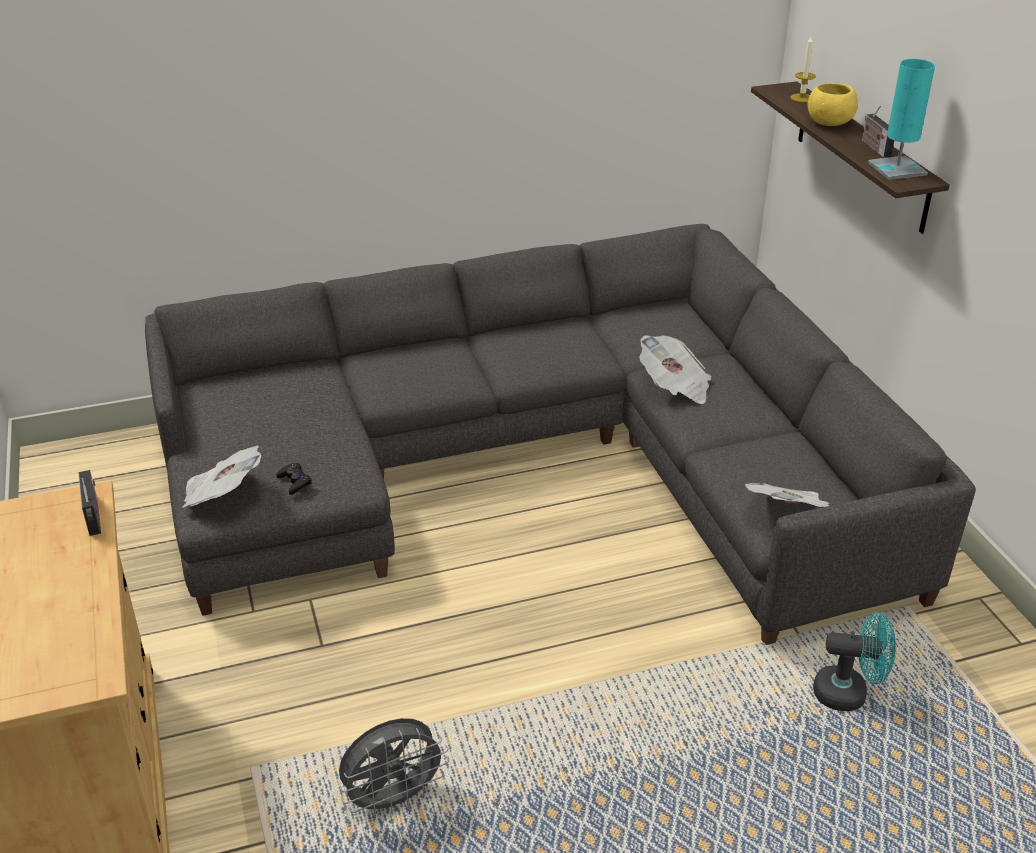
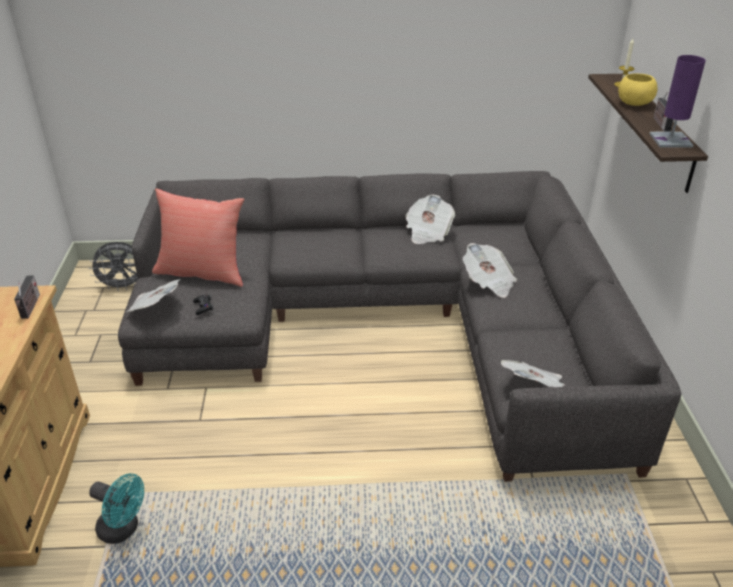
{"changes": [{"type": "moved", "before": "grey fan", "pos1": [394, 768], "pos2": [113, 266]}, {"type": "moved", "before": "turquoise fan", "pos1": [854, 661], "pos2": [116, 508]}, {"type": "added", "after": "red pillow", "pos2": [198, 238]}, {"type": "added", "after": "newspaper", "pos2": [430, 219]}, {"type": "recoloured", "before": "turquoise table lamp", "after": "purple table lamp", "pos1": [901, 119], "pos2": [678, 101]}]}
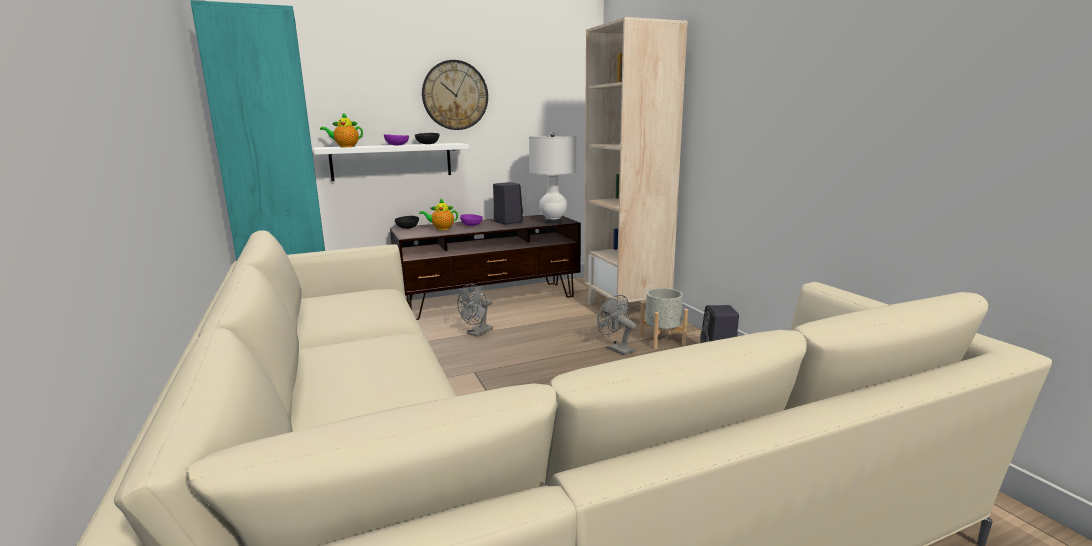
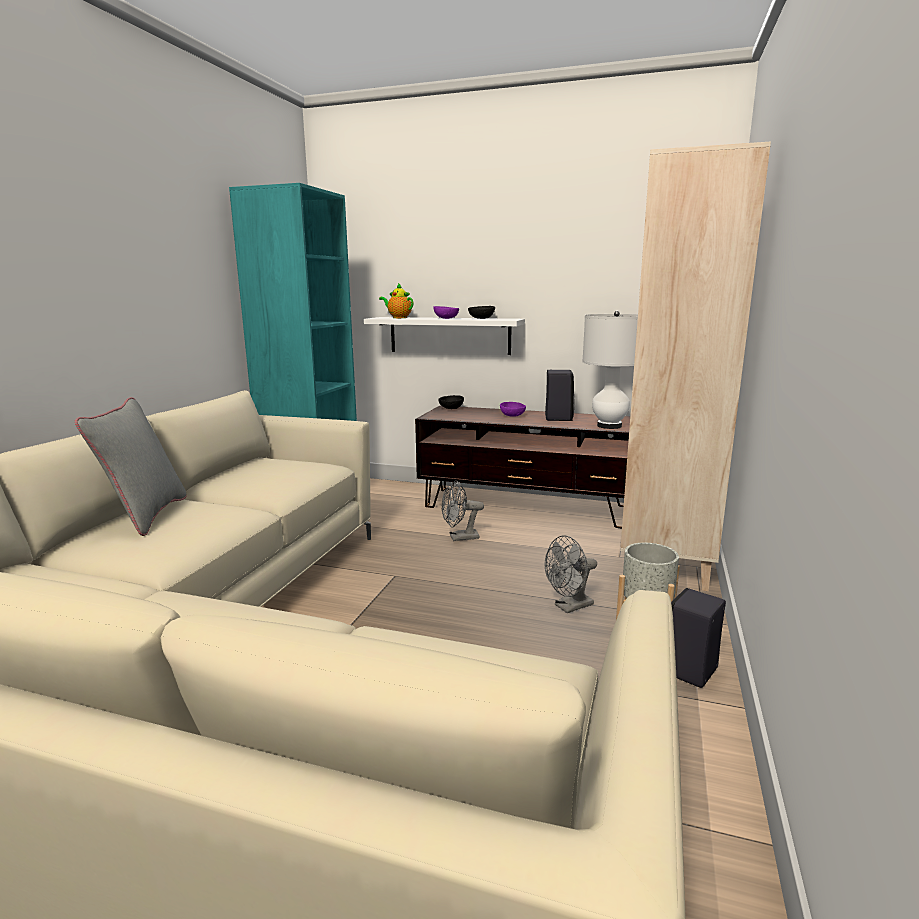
{"changes": [{"type": "added", "after": "grey pillow", "pos2": [131, 466]}, {"type": "turned", "before": "grey fan", "pos1": [616, 325], "pos2": [570, 574], "turn": -120}, {"type": "removed", "before": "teapot", "pos1": [438, 214]}, {"type": "removed", "before": "wall clock", "pos1": [455, 95]}]}
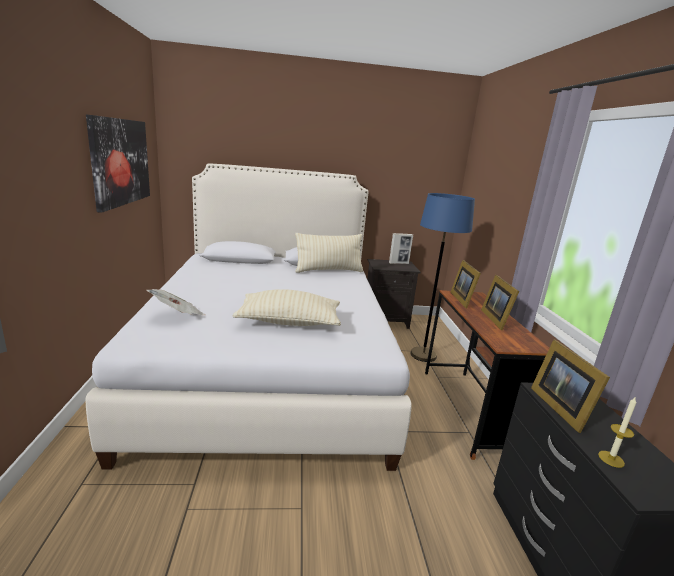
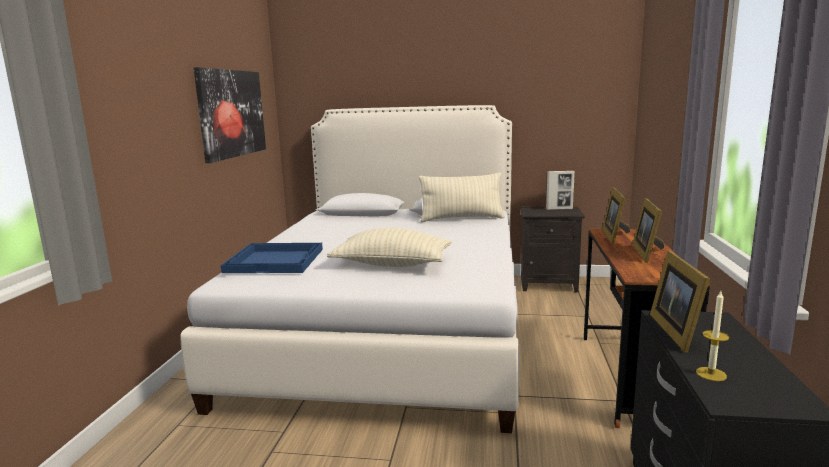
{"changes": [{"type": "replaced", "before": "newspaper", "after": "blue tray", "pos1": [176, 302], "pos2": [272, 258]}, {"type": "removed", "before": "blue floor lamp", "pos1": [443, 277]}]}
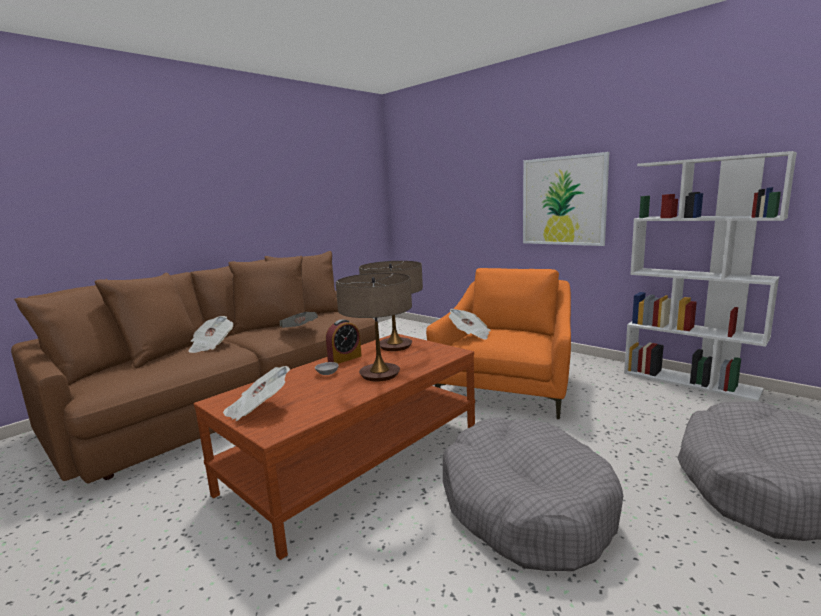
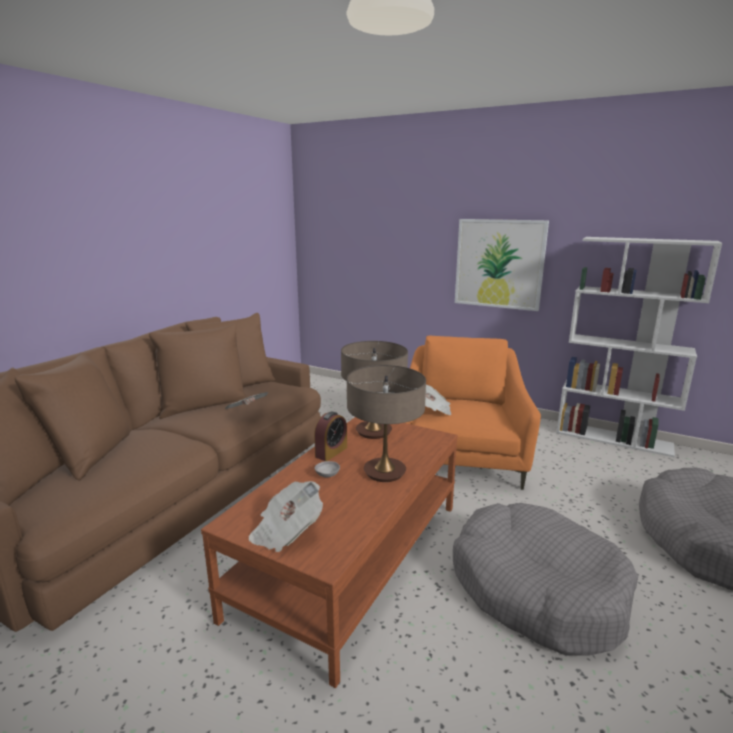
{"changes": [{"type": "removed", "before": "newspaper", "pos1": [210, 334]}]}
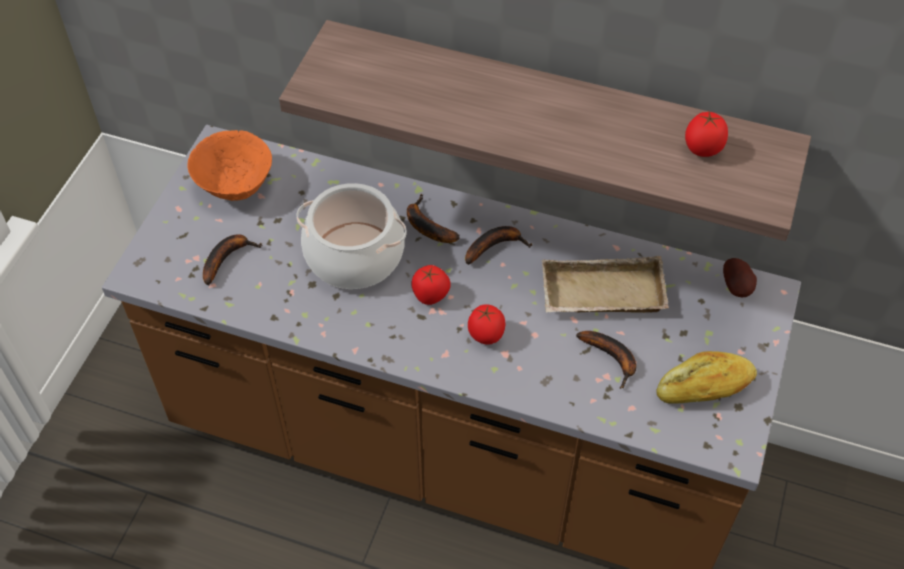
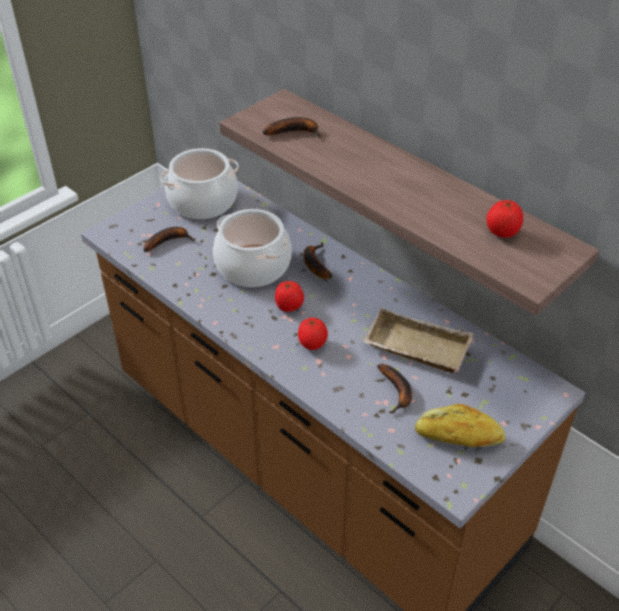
{"changes": [{"type": "replaced", "before": "orange bowl", "after": "cooking pot", "pos1": [229, 165], "pos2": [199, 183]}, {"type": "moved", "before": "banana", "pos1": [498, 245], "pos2": [292, 128]}, {"type": "removed", "before": "potato", "pos1": [740, 277]}]}
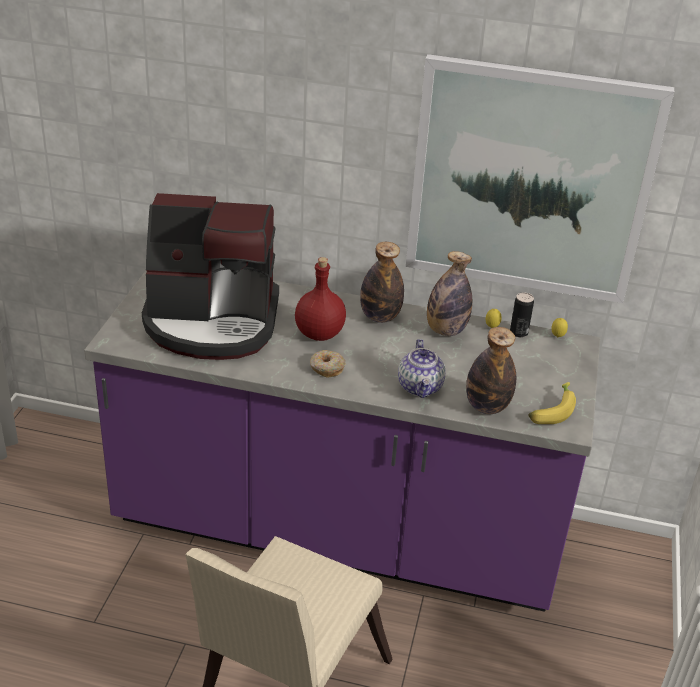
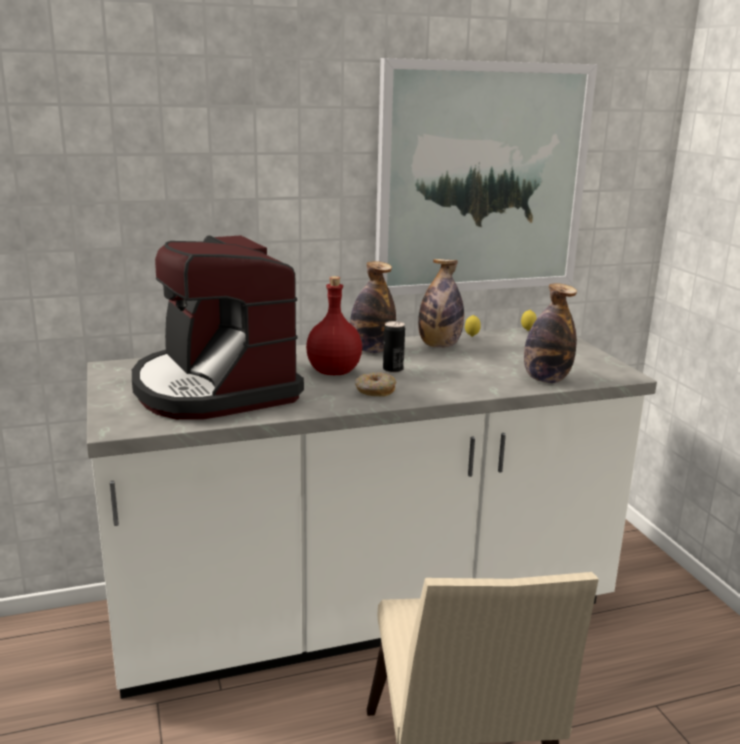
{"changes": [{"type": "recoloured", "before": "purple counter", "after": "white counter", "pos1": [342, 441], "pos2": [372, 513]}, {"type": "turned", "before": "coffee machine", "pos1": [210, 276], "pos2": [218, 327], "turn": 90}, {"type": "moved", "before": "can", "pos1": [522, 314], "pos2": [394, 347]}, {"type": "removed", "before": "teapot", "pos1": [421, 368]}, {"type": "removed", "before": "banana", "pos1": [552, 403]}]}
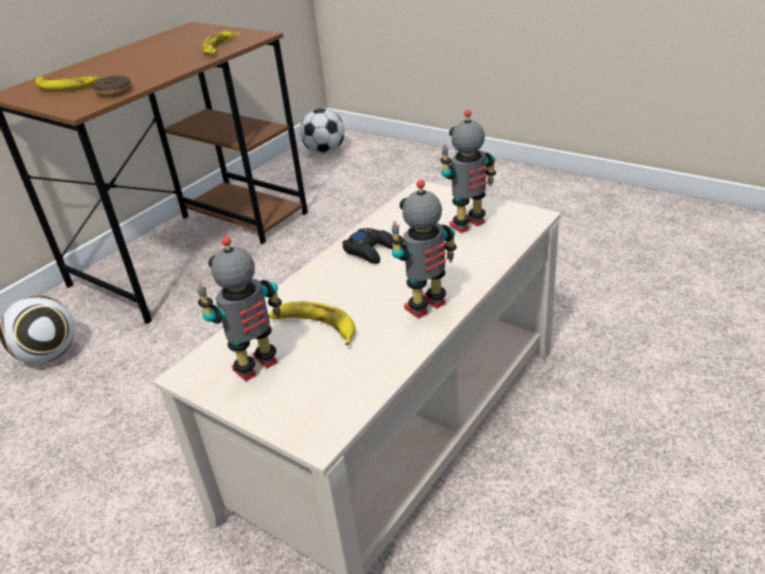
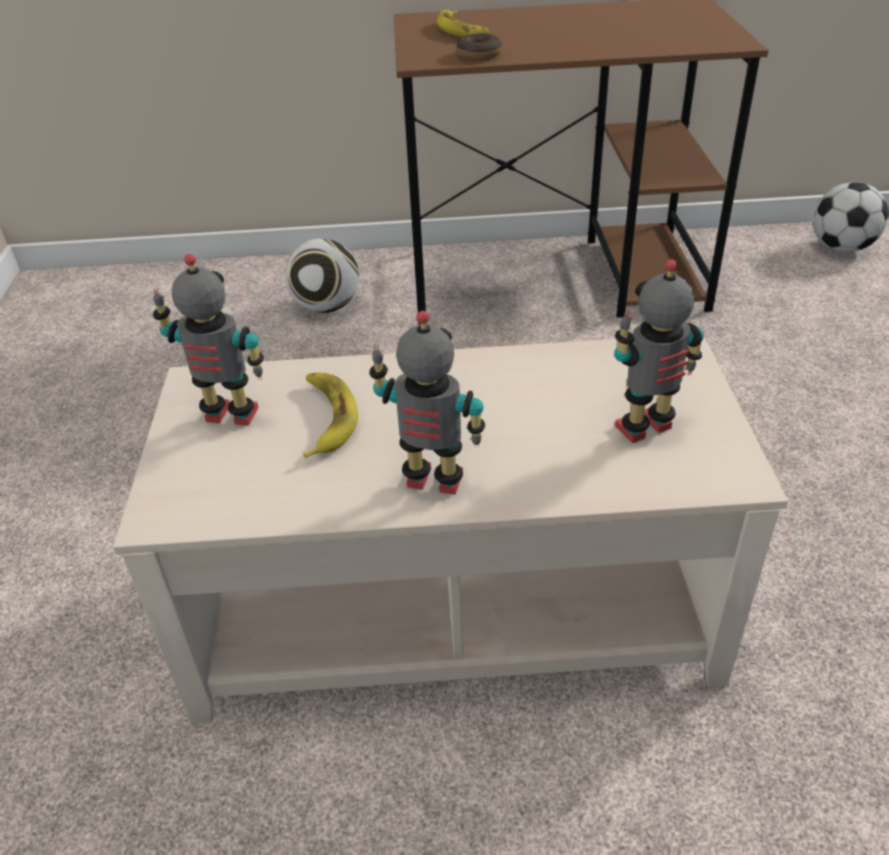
{"changes": [{"type": "turned", "before": "toy robot", "pos1": [468, 171], "pos2": [659, 351], "turn": -45}, {"type": "removed", "before": "banana", "pos1": [221, 43]}, {"type": "removed", "before": "black game controller", "pos1": [367, 246]}]}
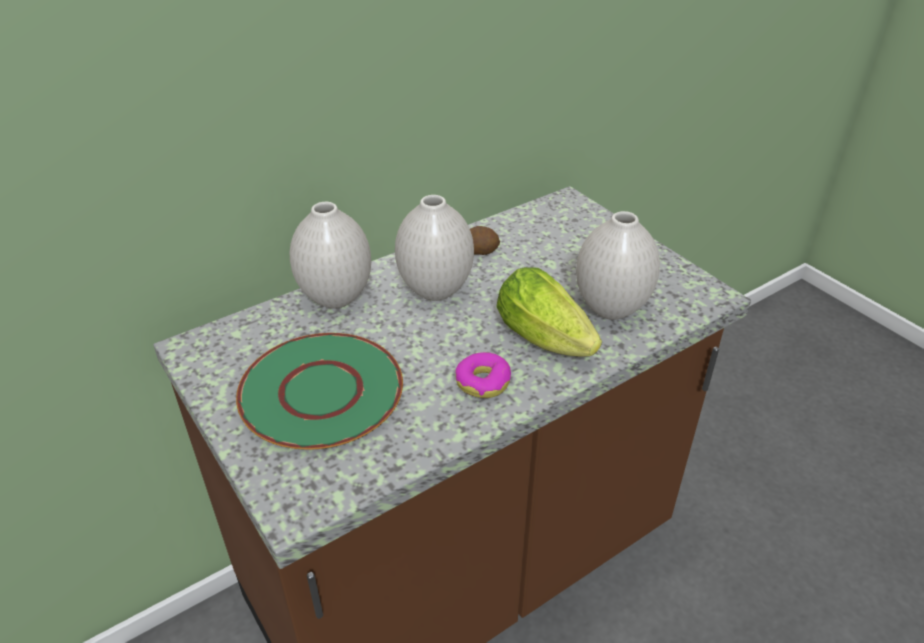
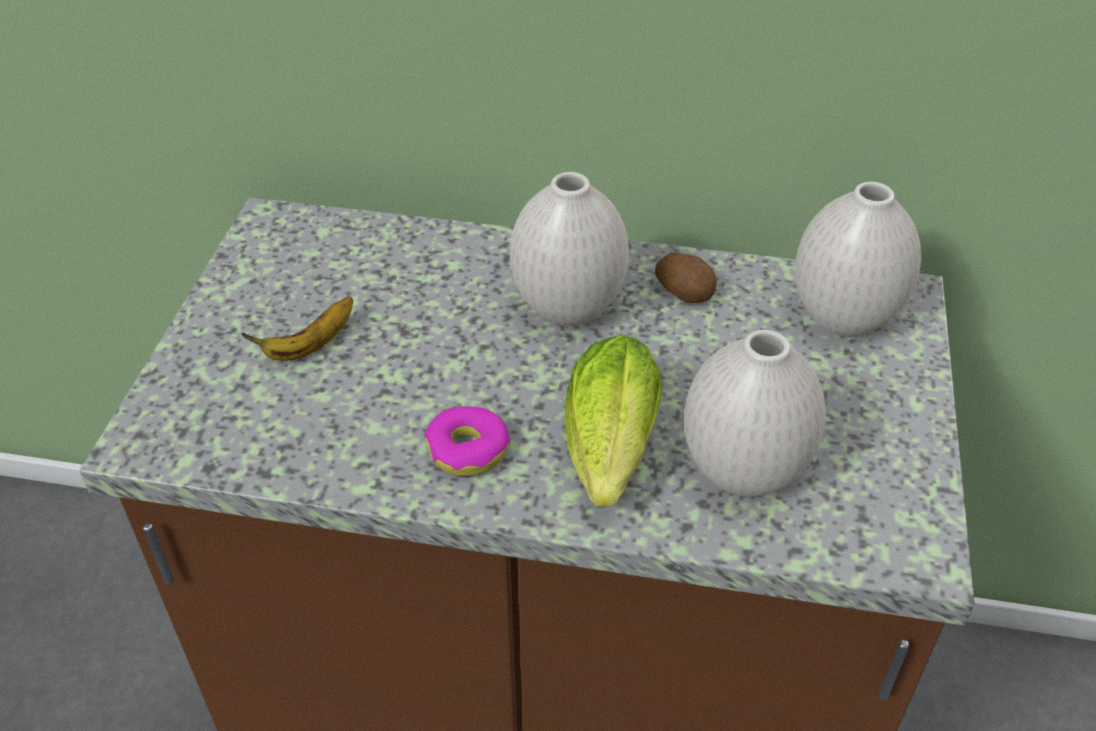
{"changes": [{"type": "replaced", "before": "green plate", "after": "banana", "pos1": [319, 391], "pos2": [297, 329]}, {"type": "moved", "before": "white vase", "pos1": [330, 255], "pos2": [858, 259]}]}
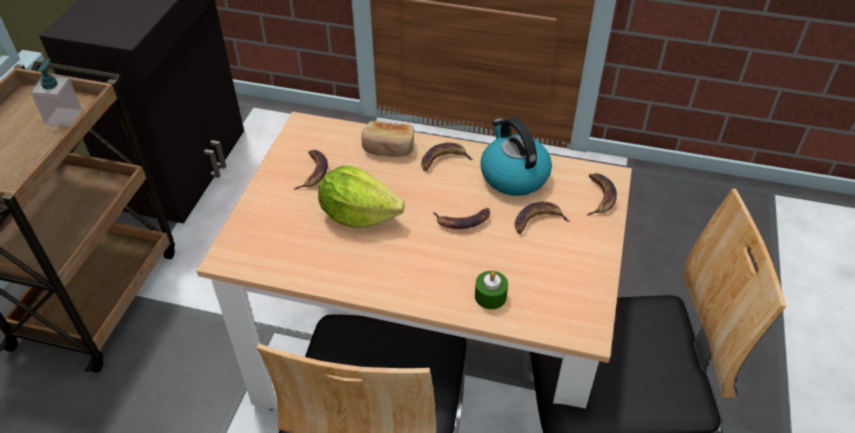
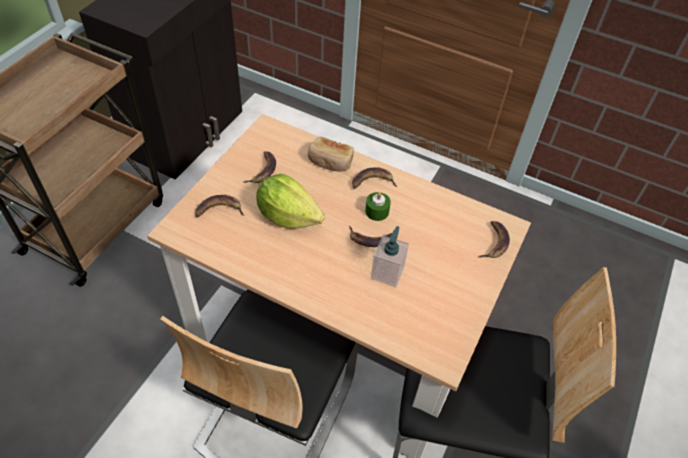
{"changes": [{"type": "moved", "before": "banana", "pos1": [542, 218], "pos2": [219, 206]}, {"type": "moved", "before": "green candle", "pos1": [491, 290], "pos2": [378, 206]}, {"type": "moved", "before": "soap dispenser", "pos1": [56, 93], "pos2": [390, 256]}, {"type": "removed", "before": "kettle", "pos1": [516, 157]}]}
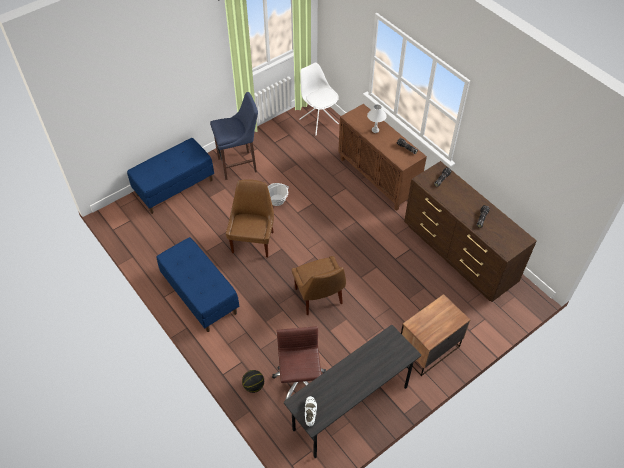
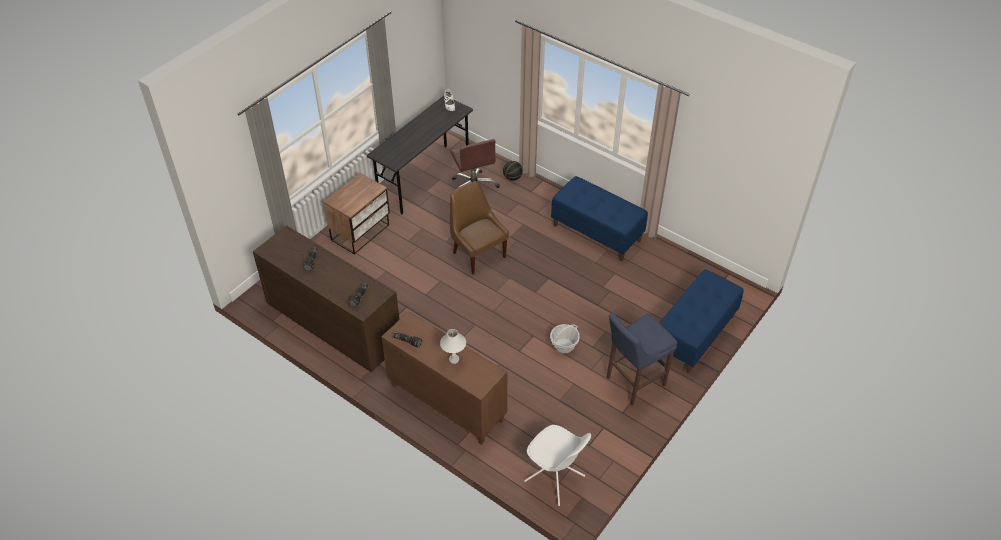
{"changes": [{"type": "removed", "before": "brown chair", "pos1": [250, 218]}]}
